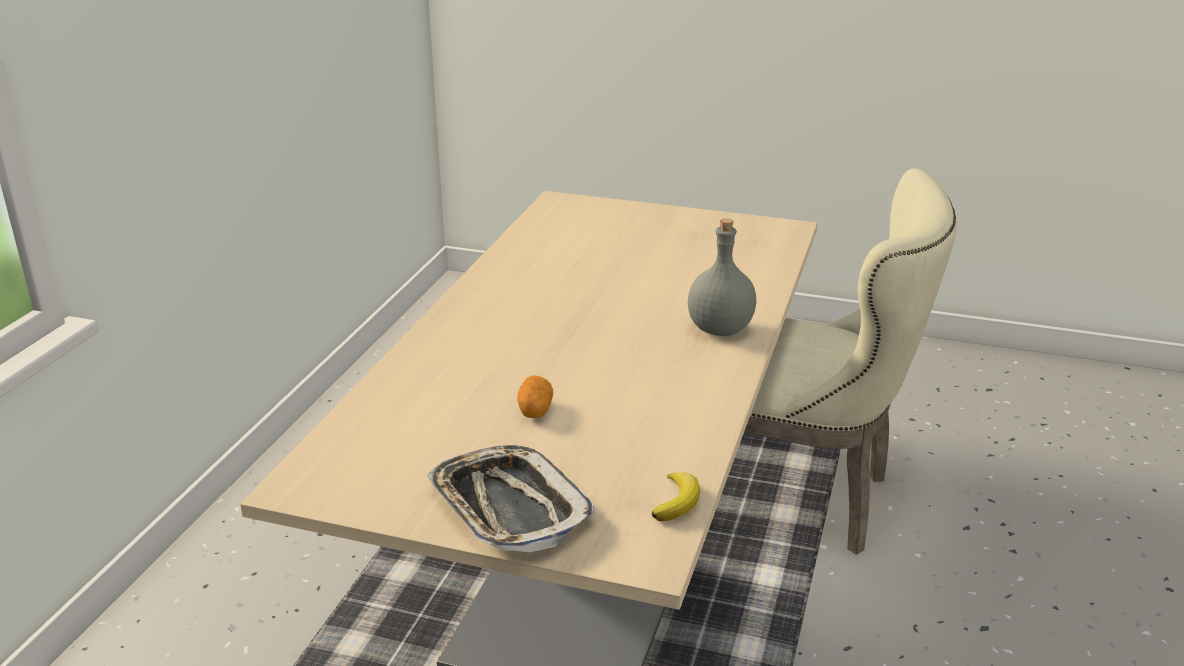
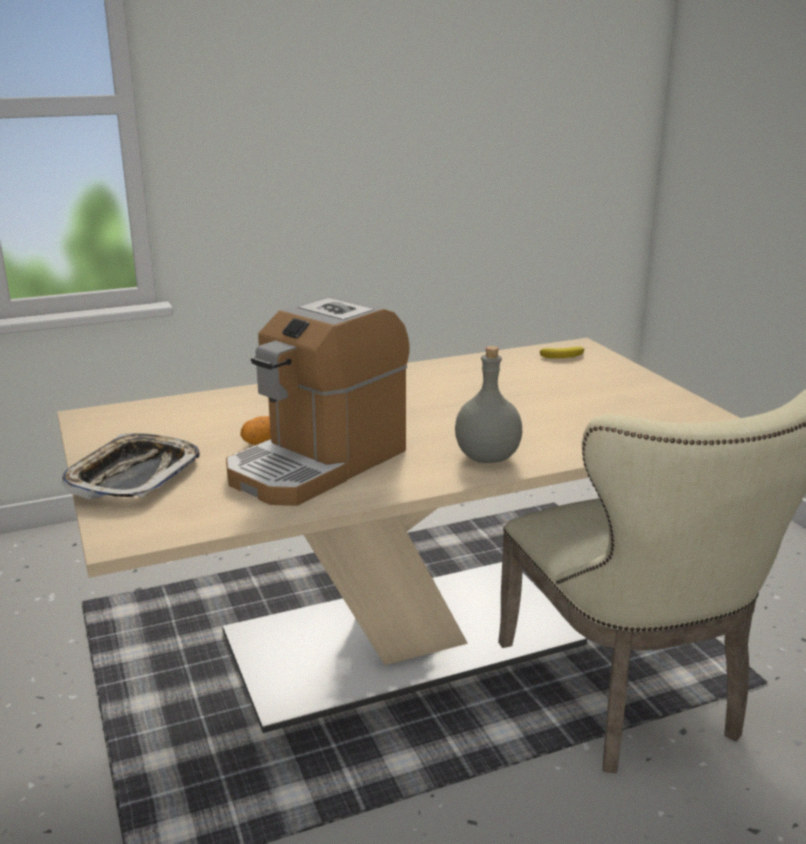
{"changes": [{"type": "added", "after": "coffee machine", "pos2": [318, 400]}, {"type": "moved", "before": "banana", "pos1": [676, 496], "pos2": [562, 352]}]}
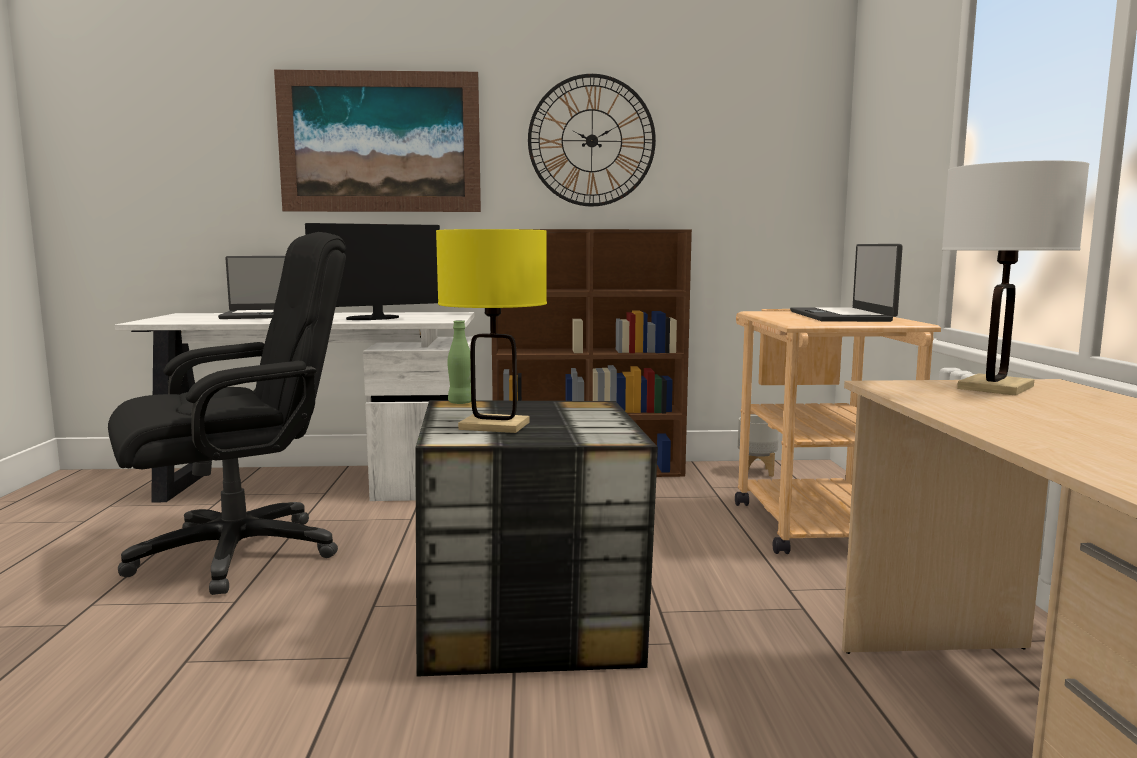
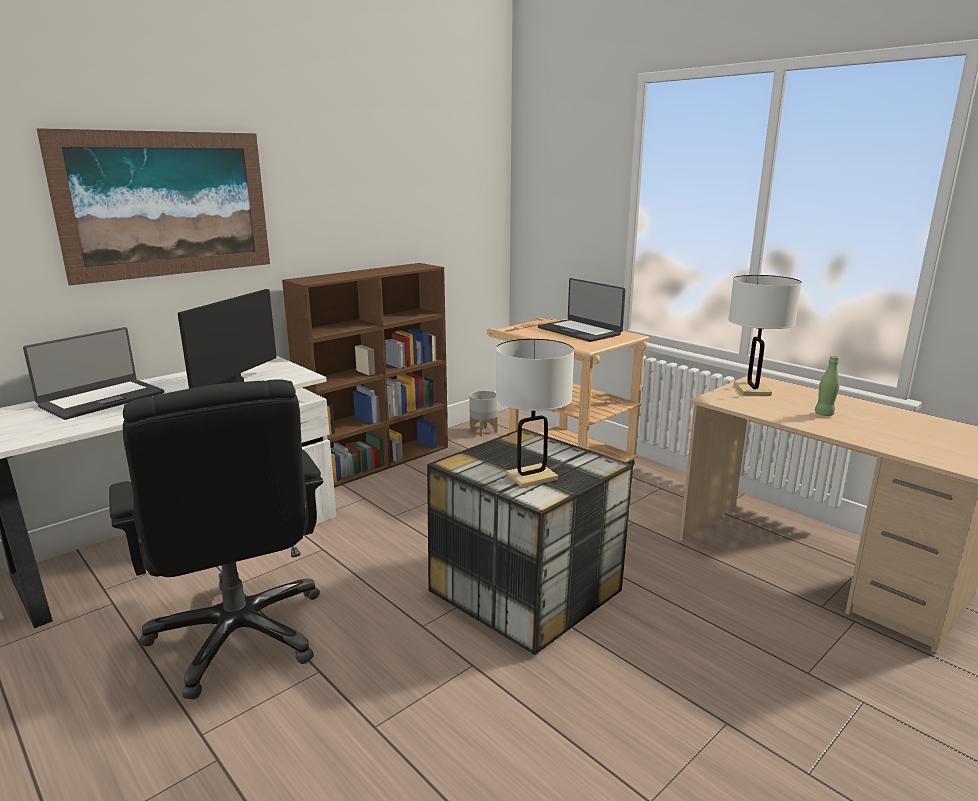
{"changes": [{"type": "turned", "before": "black office chair", "pos1": [227, 413], "pos2": [216, 539], "turn": 135}, {"type": "recoloured", "before": "yellow table lamp", "after": "white table lamp", "pos1": [491, 331], "pos2": [535, 413]}, {"type": "moved", "before": "green bottle", "pos1": [459, 362], "pos2": [827, 386]}, {"type": "removed", "before": "wall clock", "pos1": [592, 140]}]}
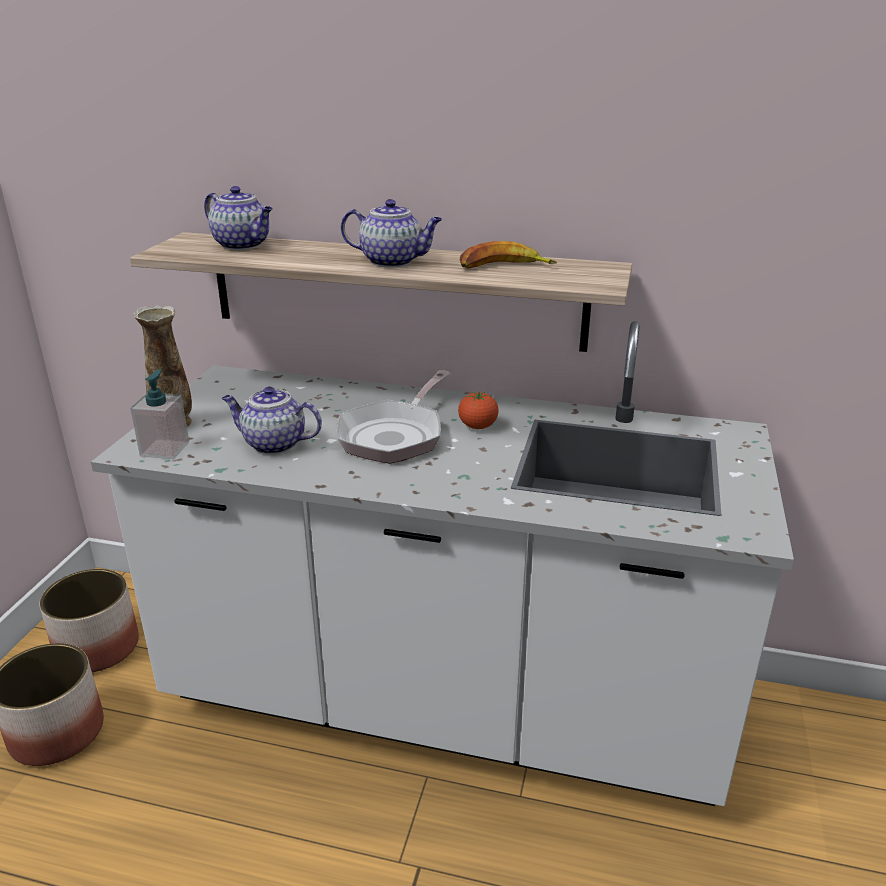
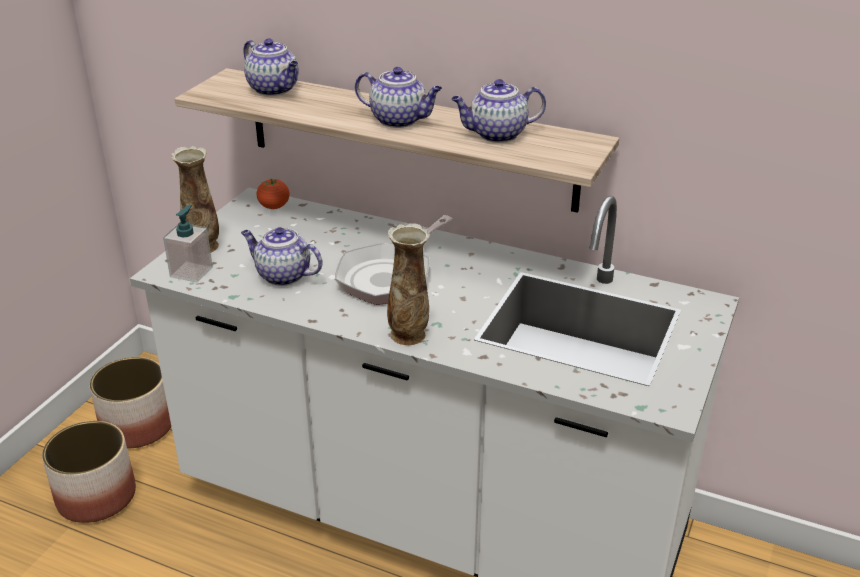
{"changes": [{"type": "moved", "before": "tomato", "pos1": [478, 410], "pos2": [273, 194]}, {"type": "added", "after": "vase", "pos2": [408, 284]}, {"type": "replaced", "before": "banana", "after": "teapot", "pos1": [508, 255], "pos2": [498, 111]}]}
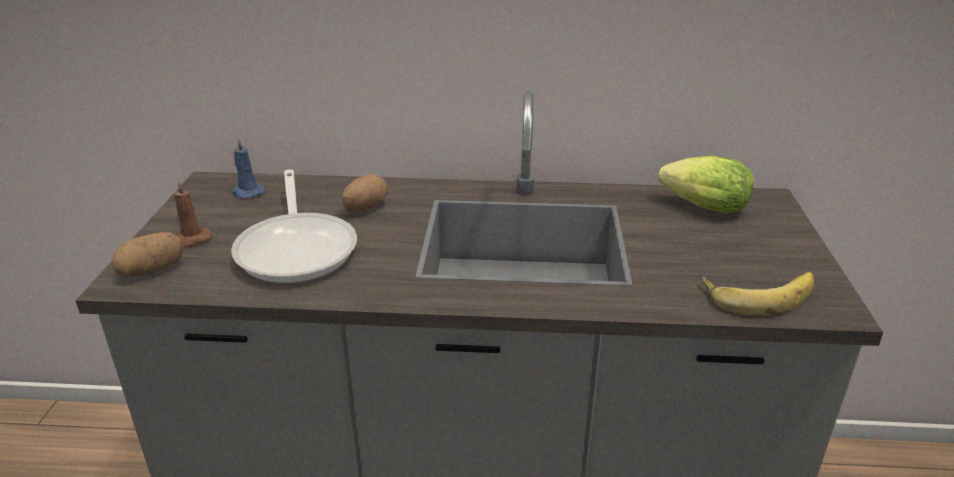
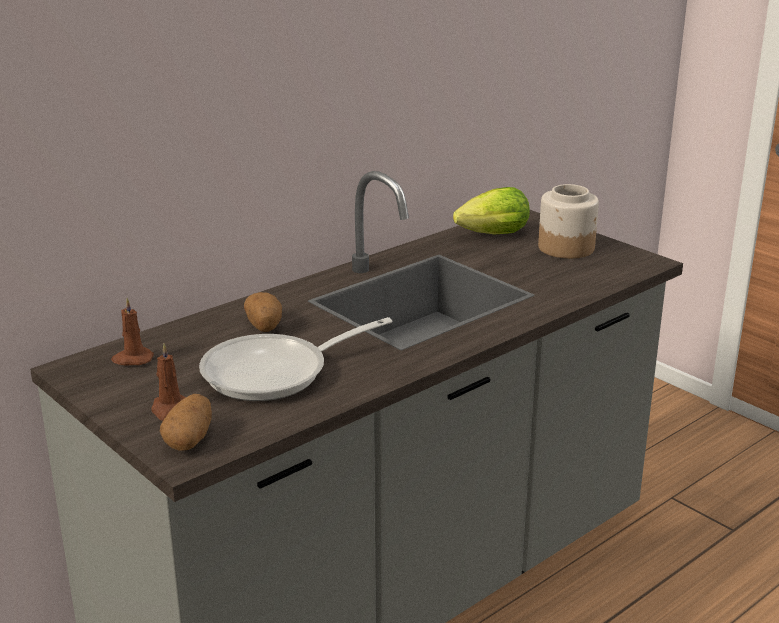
{"changes": [{"type": "recoloured", "before": "blue candle", "after": "brown candle", "pos1": [248, 168], "pos2": [132, 332]}, {"type": "turned", "before": "frying pan", "pos1": [294, 226], "pos2": [296, 359], "turn": 120}, {"type": "added", "after": "jar", "pos2": [568, 221]}, {"type": "removed", "before": "banana", "pos1": [758, 293]}]}
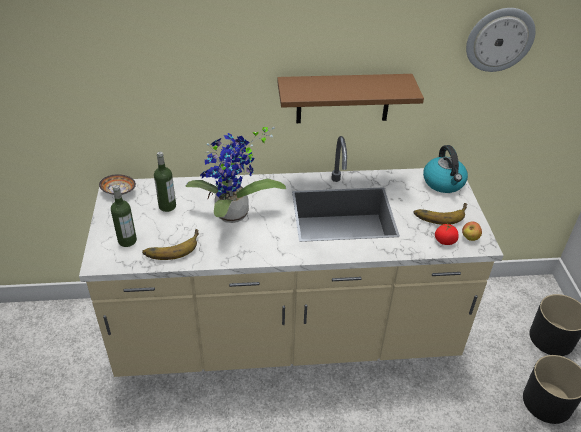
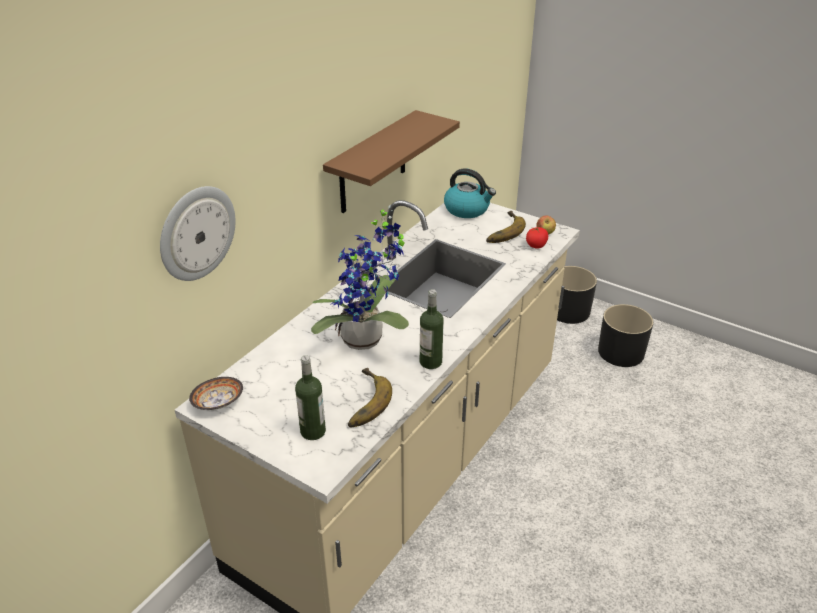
{"changes": [{"type": "moved", "before": "wall clock", "pos1": [501, 40], "pos2": [197, 233]}, {"type": "moved", "before": "bottle", "pos1": [165, 181], "pos2": [432, 329]}]}
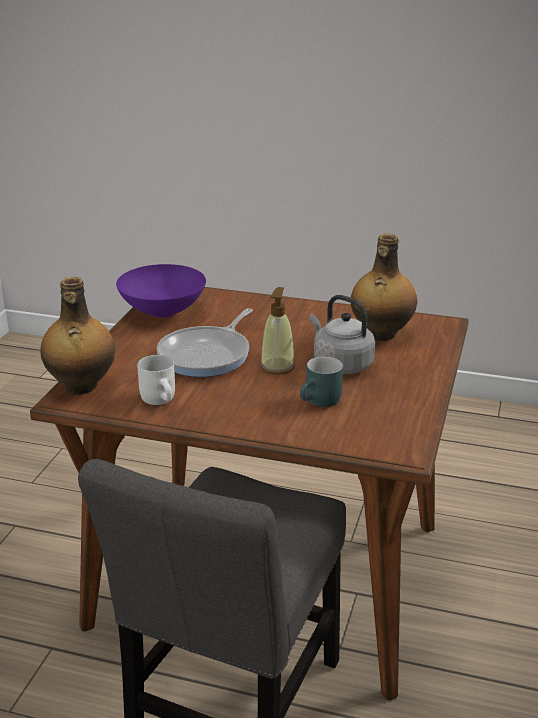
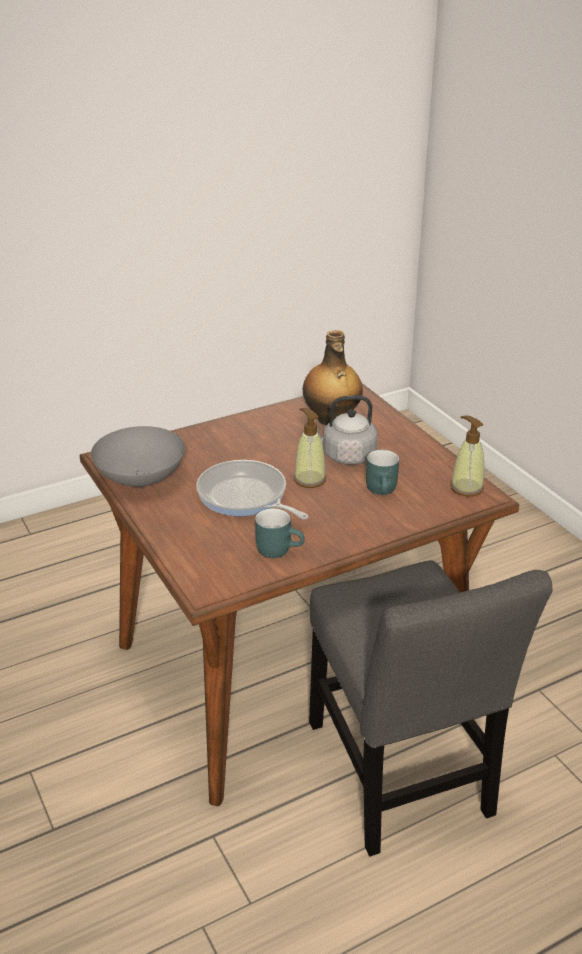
{"changes": [{"type": "recoloured", "before": "purple bowl", "after": "grey bowl", "pos1": [161, 291], "pos2": [138, 456]}, {"type": "turned", "before": "frying pan", "pos1": [205, 342], "pos2": [252, 490], "turn": 150}, {"type": "recoloured", "before": "white mug", "after": "turquoise mug", "pos1": [156, 380], "pos2": [280, 533]}, {"type": "added", "after": "soap dispenser", "pos2": [467, 456]}, {"type": "removed", "before": "bottle", "pos1": [77, 336]}]}
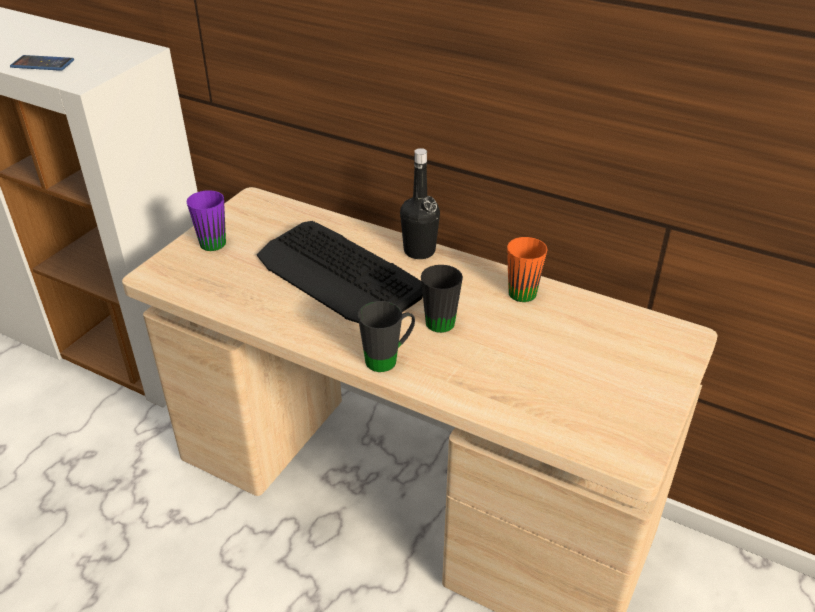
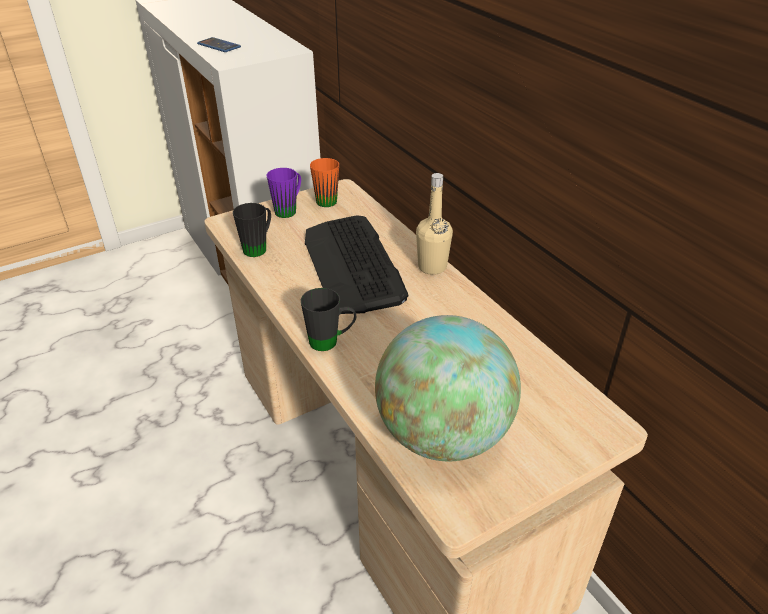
{"changes": [{"type": "moved", "before": "black mug", "pos1": [442, 299], "pos2": [252, 230]}, {"type": "moved", "before": "orange mug", "pos1": [527, 269], "pos2": [324, 182]}, {"type": "added", "after": "globe", "pos2": [448, 388]}, {"type": "recoloured", "before": "black bottle", "after": "beige bottle", "pos1": [420, 203], "pos2": [434, 224]}]}
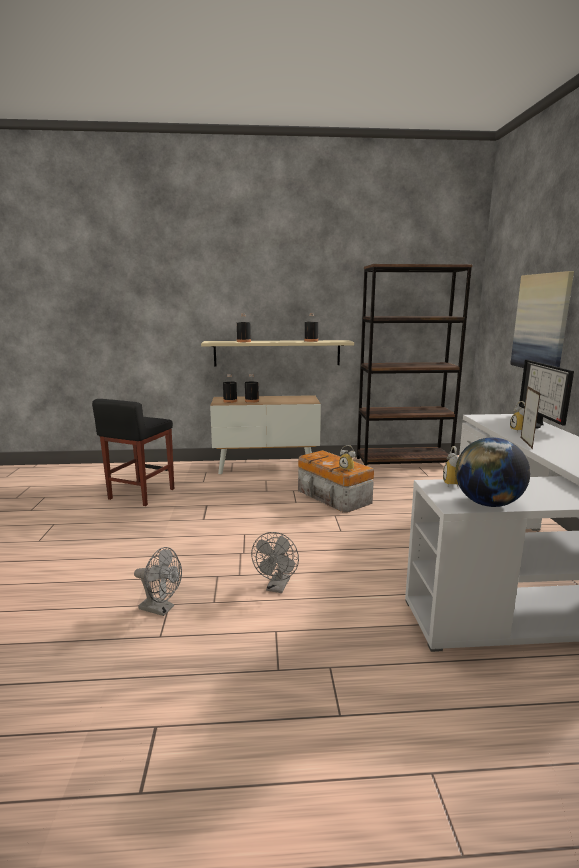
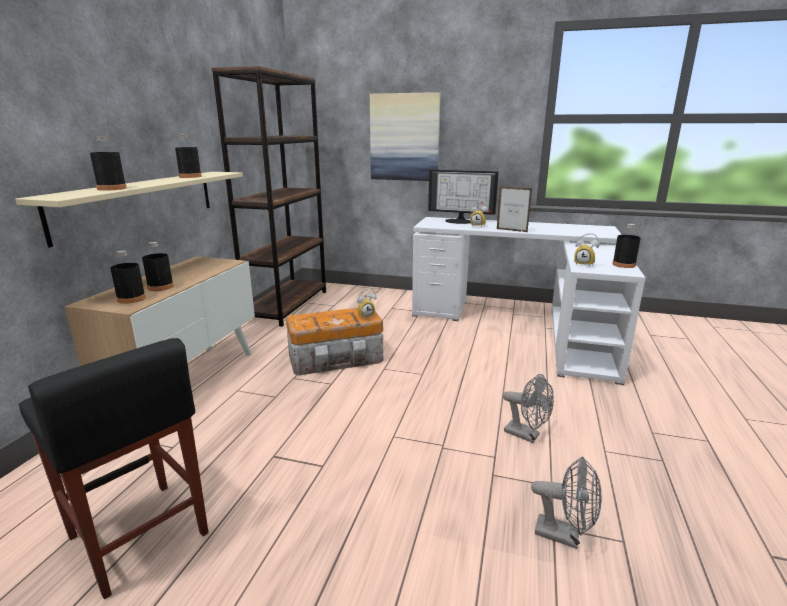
{"changes": [{"type": "turned", "before": "grey fan", "pos1": [158, 581], "pos2": [566, 503], "turn": 75}, {"type": "replaced", "before": "globe", "after": "black bottle", "pos1": [493, 472], "pos2": [626, 246]}]}
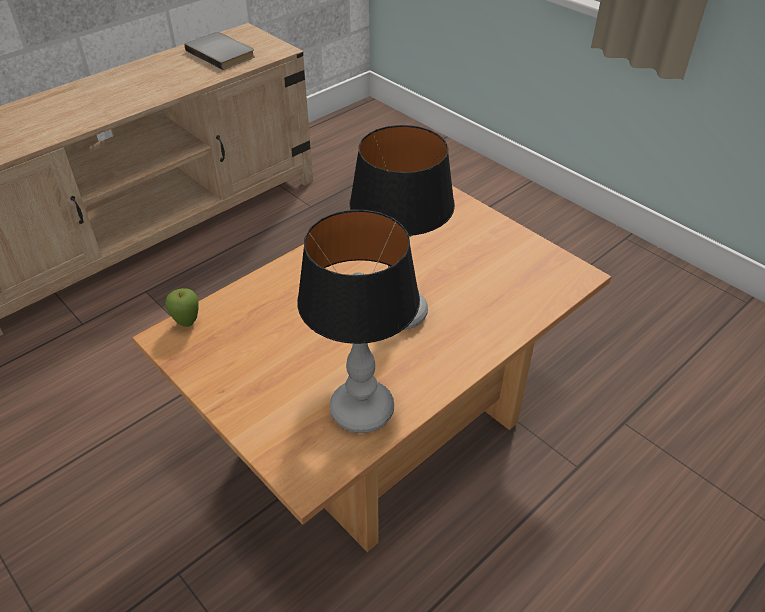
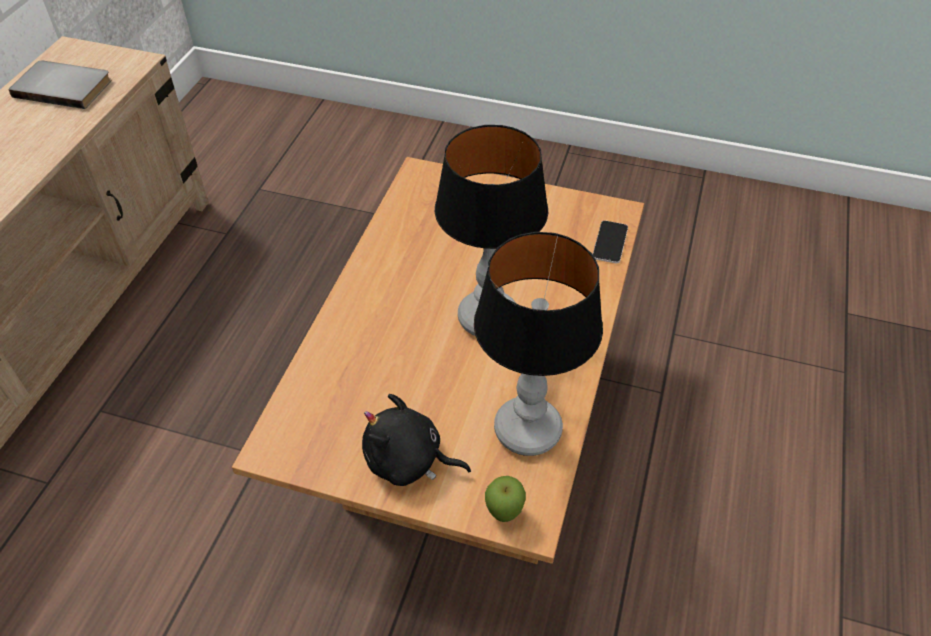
{"changes": [{"type": "added", "after": "black plush toy", "pos2": [416, 440]}, {"type": "moved", "before": "apple", "pos1": [182, 307], "pos2": [505, 499]}, {"type": "added", "after": "phone", "pos2": [610, 241]}]}
